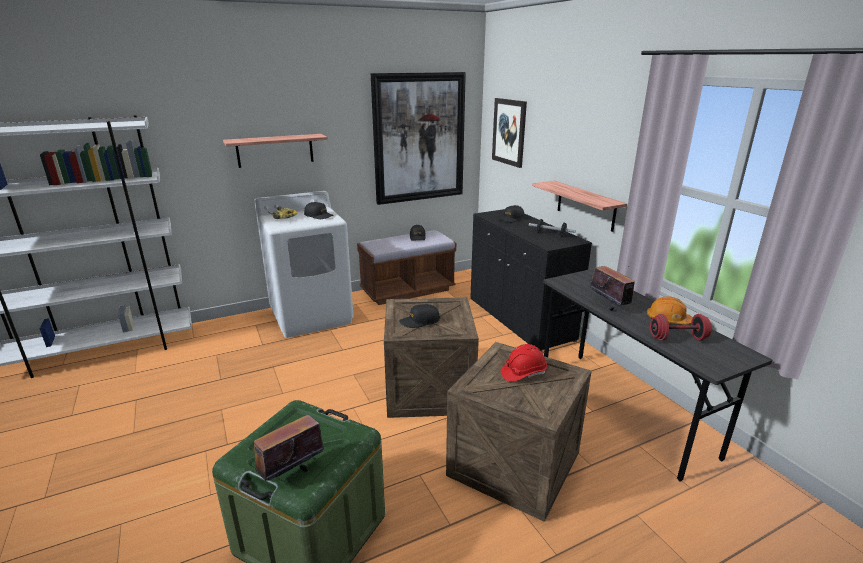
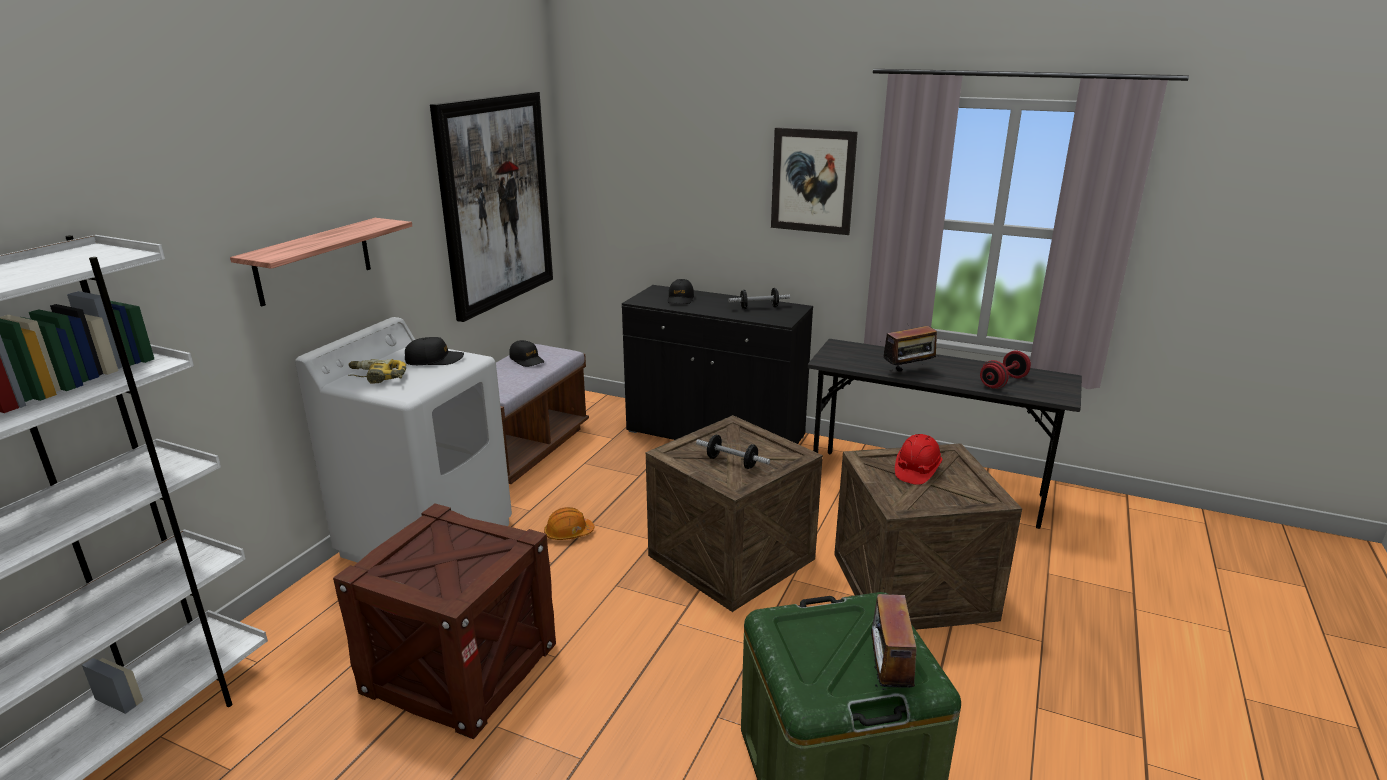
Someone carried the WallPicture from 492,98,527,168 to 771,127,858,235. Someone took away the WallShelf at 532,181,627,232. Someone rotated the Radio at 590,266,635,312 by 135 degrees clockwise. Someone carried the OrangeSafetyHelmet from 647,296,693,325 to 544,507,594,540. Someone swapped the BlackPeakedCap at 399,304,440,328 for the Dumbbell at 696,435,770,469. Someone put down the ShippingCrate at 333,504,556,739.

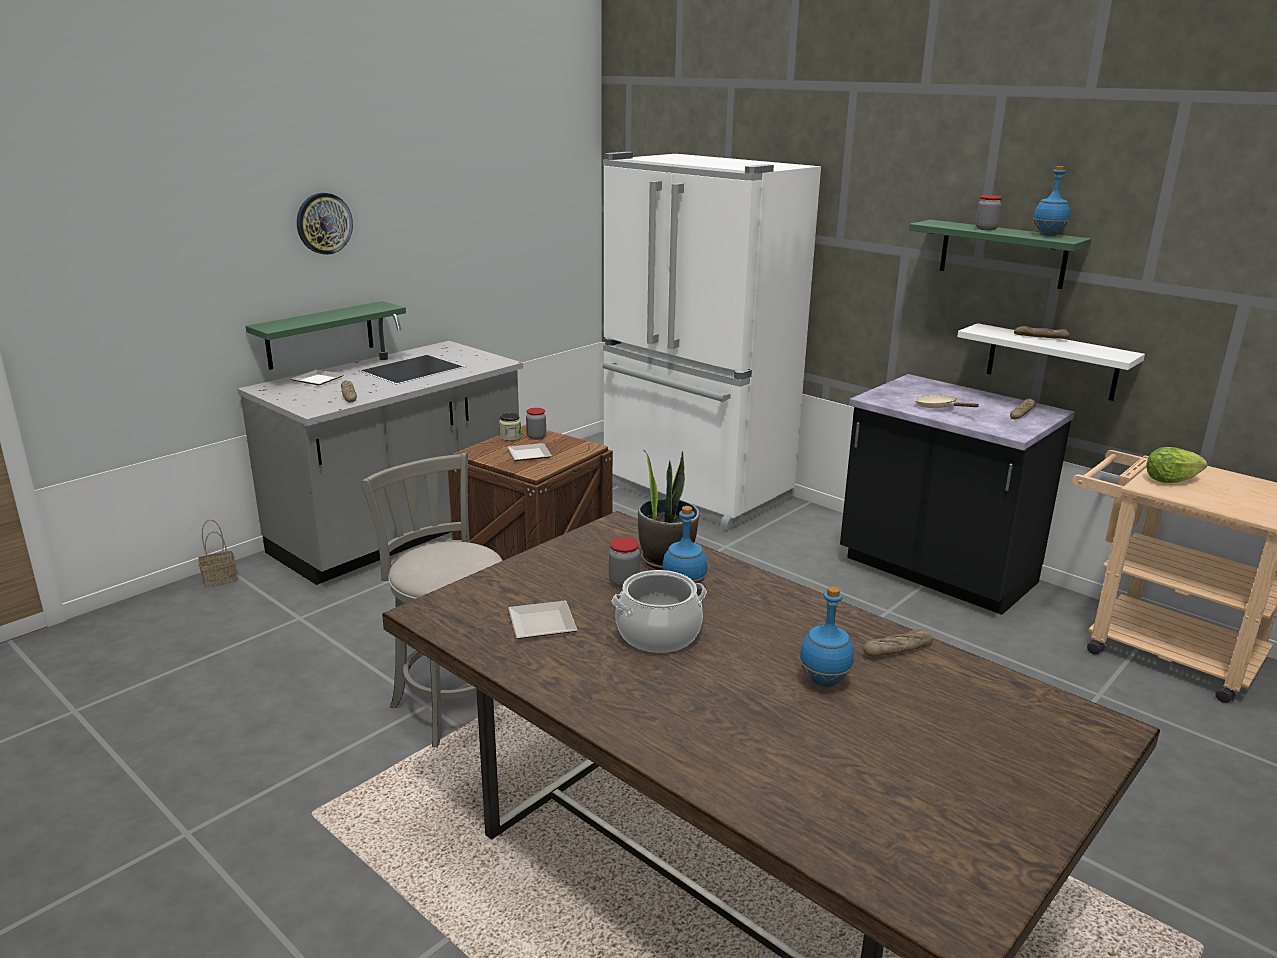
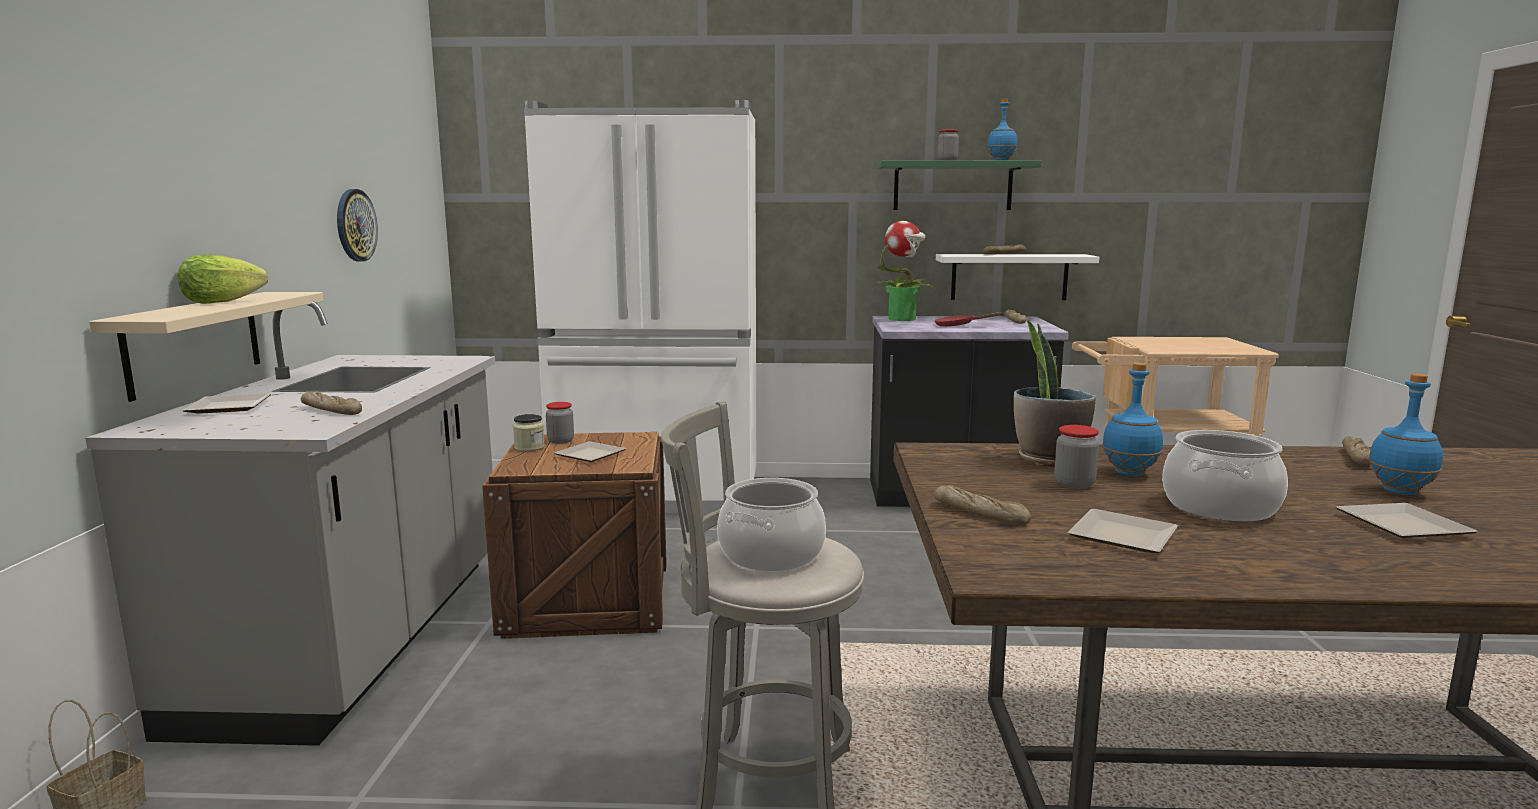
Someone carried the WallClock from 297,193,353,255 to 337,189,378,262. Someone repainted the GreenishWallShelf at 246,301,406,370, which became the BeigeWallShelf at 89,292,324,402. Someone repainted the BeigeSkillet at 915,395,979,408, which became the RedColouredSkillet at 935,312,1004,327. Someone carried the LettuceHead from 1146,447,1207,483 to 178,255,268,304. Someone put down the PlantInAPot at 874,221,935,321. Someone put down the Stockpot at 717,478,826,571. Someone put down the BakedBread at 933,485,1031,525. Someone put down the FlatDish at 1336,503,1478,538.

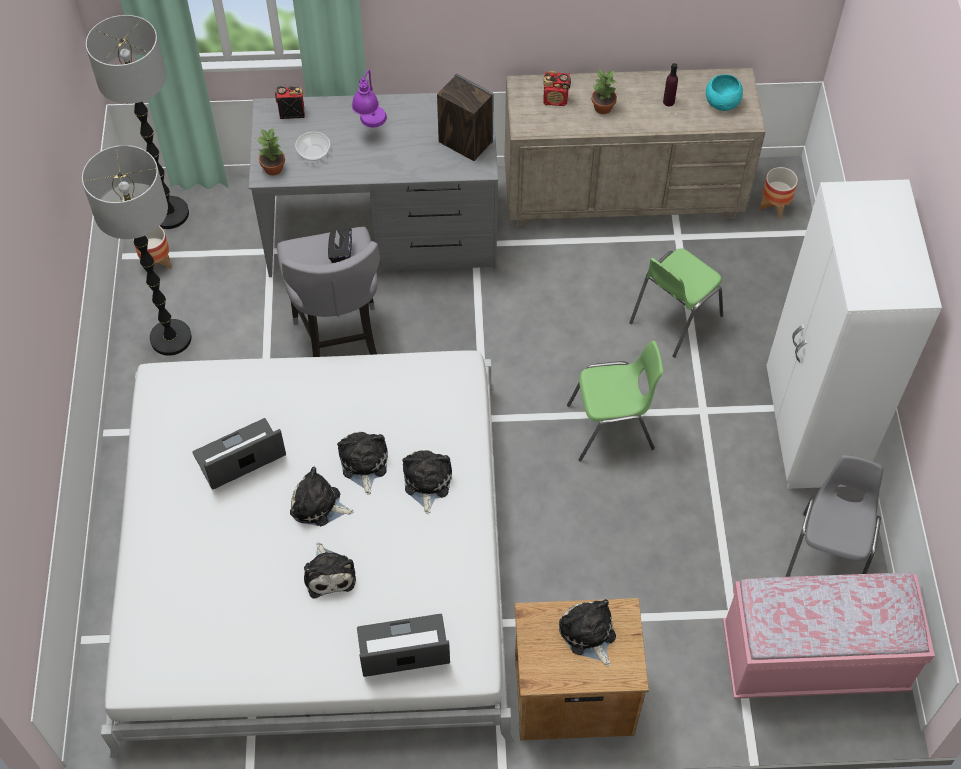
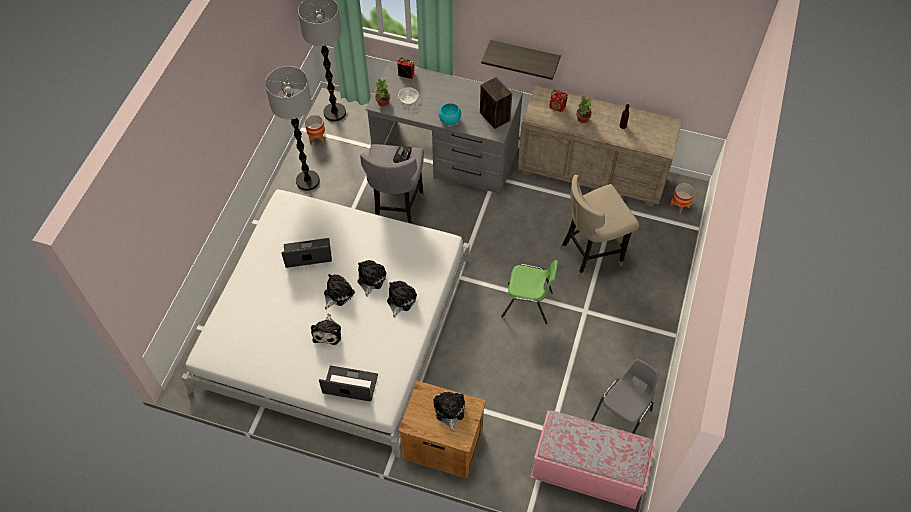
Someone took away the PurpleColouredLampForATable at 352,70,387,128. Someone carried the BlueGreenBowl from 706,74,743,111 to 439,103,461,125. Someone took away the WhiteColouredArmoire at 766,179,942,489. Someone swapped the GreenishPlainChair at 629,248,723,357 for the BeigeStool at 560,175,639,278. Someone rotated the CuddlyToy at 290,467,354,526 by 90 degrees clockwise. Someone put up the WallShelf at 481,40,561,80.

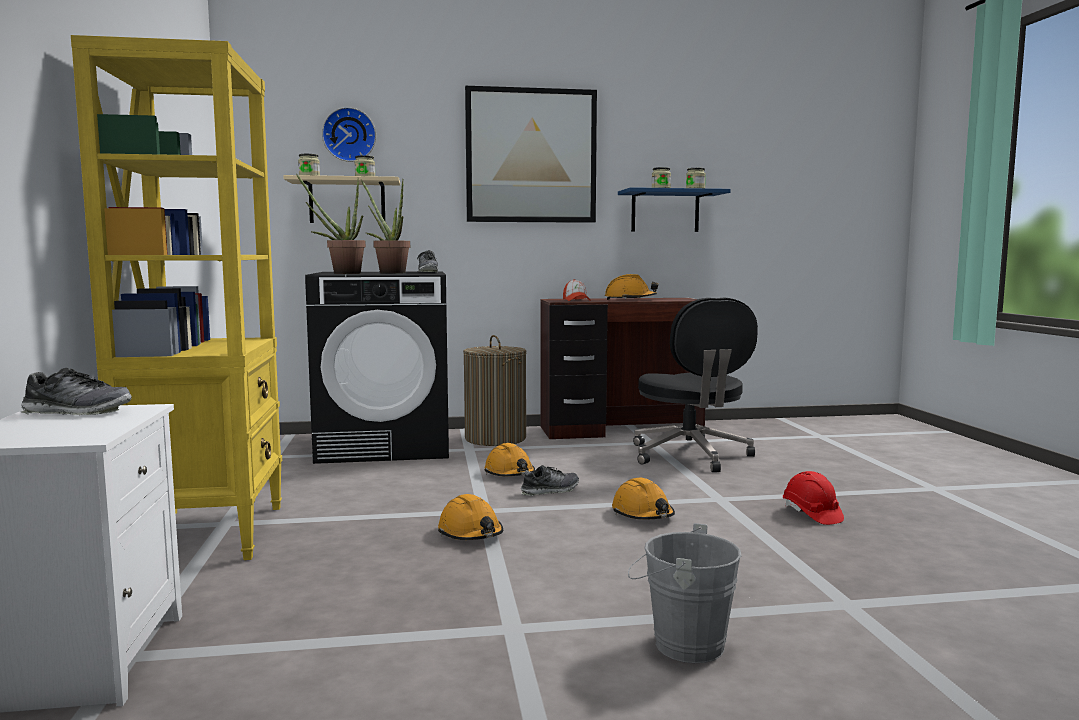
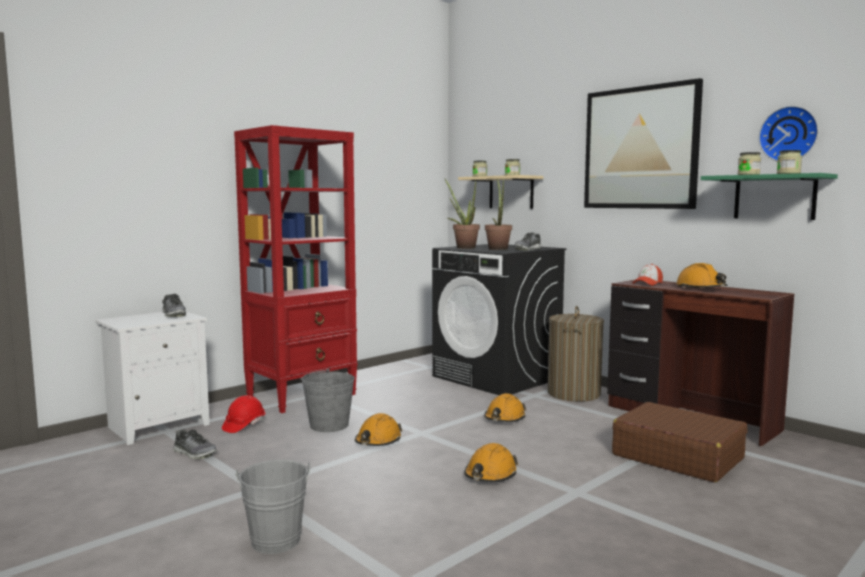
Someone repainted the YellowishBookcase at 71,35,282,560, which became the RedColouredBookcase at 234,125,358,413. Someone carried the WallClock from 322,107,376,162 to 759,106,819,162. Someone repainted the BlueColouredWallShelf at 618,187,731,232, which became the GreenishWallShelf at 701,173,838,220. Someone swapped the BlackDeskChair at 633,297,758,472 for the BrownSuitcase at 612,402,747,482. Someone carried the Shoe from 521,465,579,496 to 173,429,217,459. Someone carried the RedColouredSafetyHelmet from 783,471,844,525 to 222,395,265,433. Someone put down the GrayPail at 300,369,355,432.

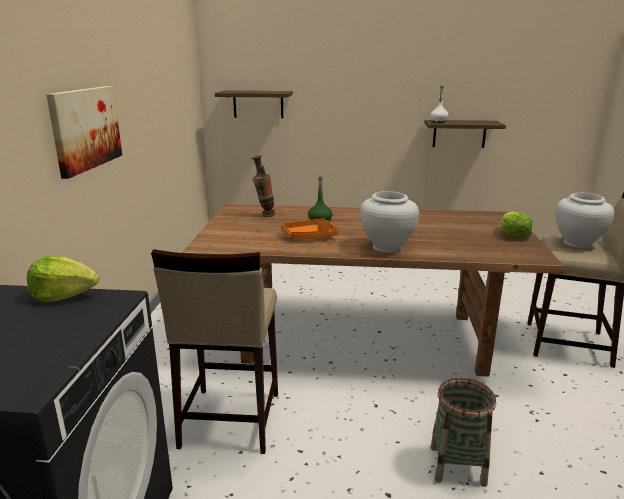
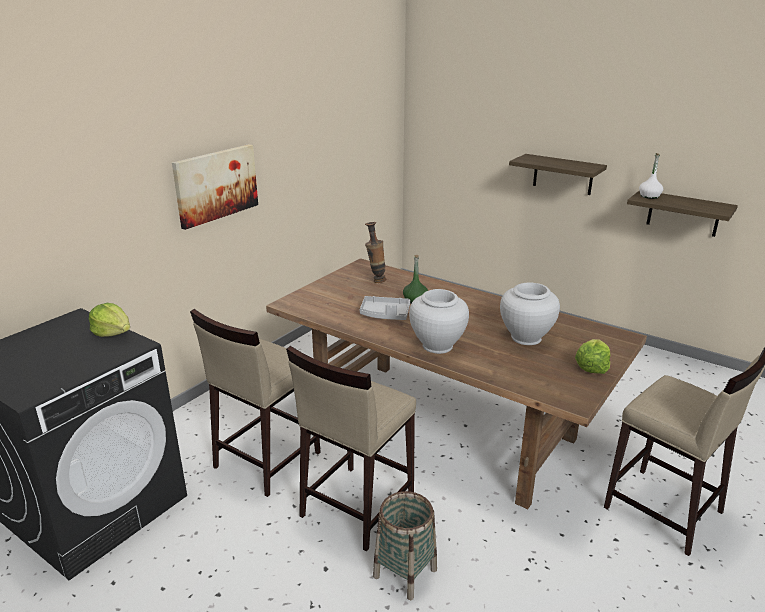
Someone carried the WallShelf from 215,91,293,118 to 509,154,607,195. Someone carried the WhiteColouredDecorativeVase from 555,193,614,248 to 500,282,560,345. Someone repainted the OrangeTray at 281,218,338,239, which became the GrayTray at 360,296,410,320. Someone put down the BeigeStool at 286,346,416,551.

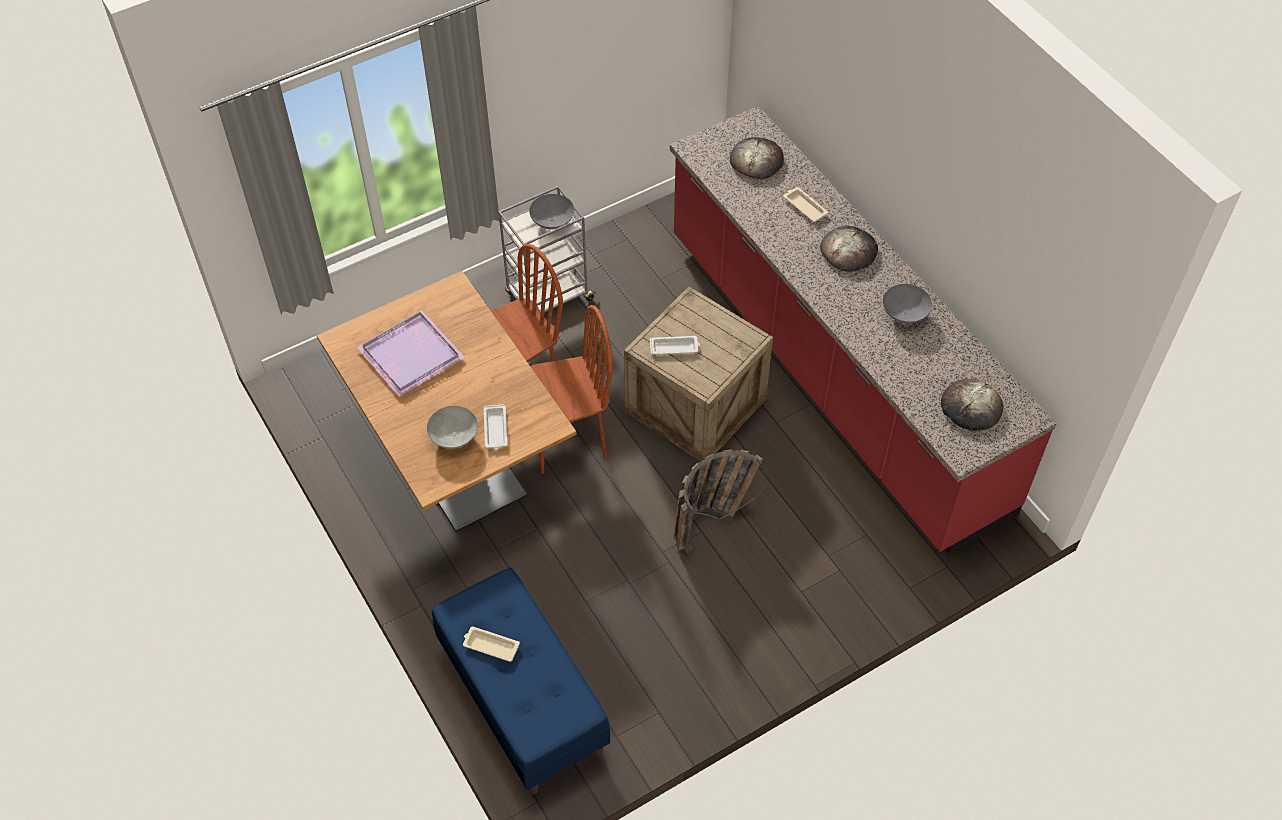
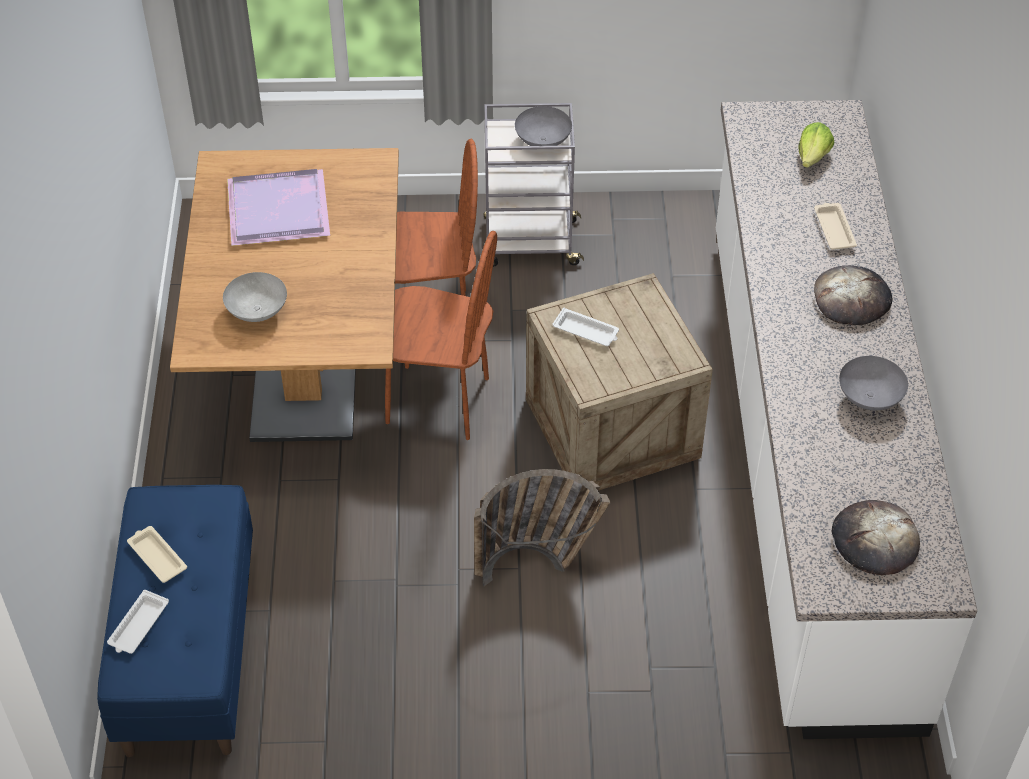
Someone repainted the RedColouredKitchenBaseUnit at 670,106,1057,554, which became the WhiteColouredKitchenBaseUnit at 716,100,977,739. Someone swapped the BakedBread at 730,137,784,179 for the LettuceHead at 798,122,835,168. Someone carried the WhiteColouredTray from 484,404,507,450 to 107,590,169,654.

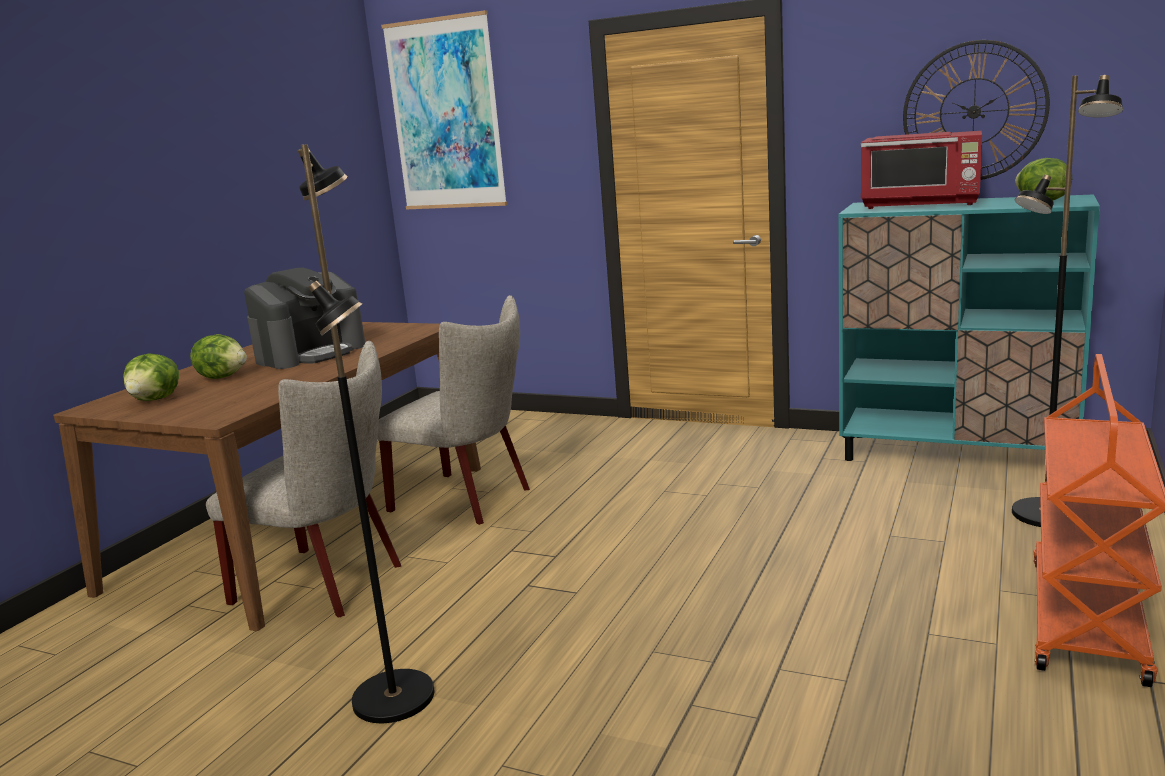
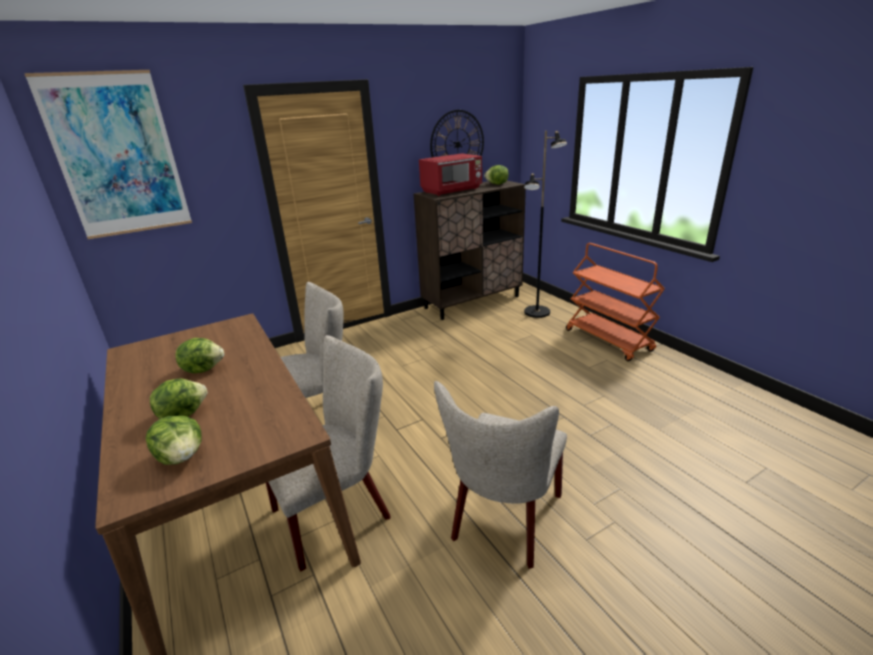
Someone swapped the BlackStandingLamp at 298,144,435,723 for the BeigePlainChair at 434,381,567,569. Someone repainted the BlueGreenCupboard at 838,195,1100,461, which became the BrownCupboard at 413,181,526,320. Someone swapped the CoffeeMaker at 244,268,365,369 for the LettuceHead at 176,338,224,373.

